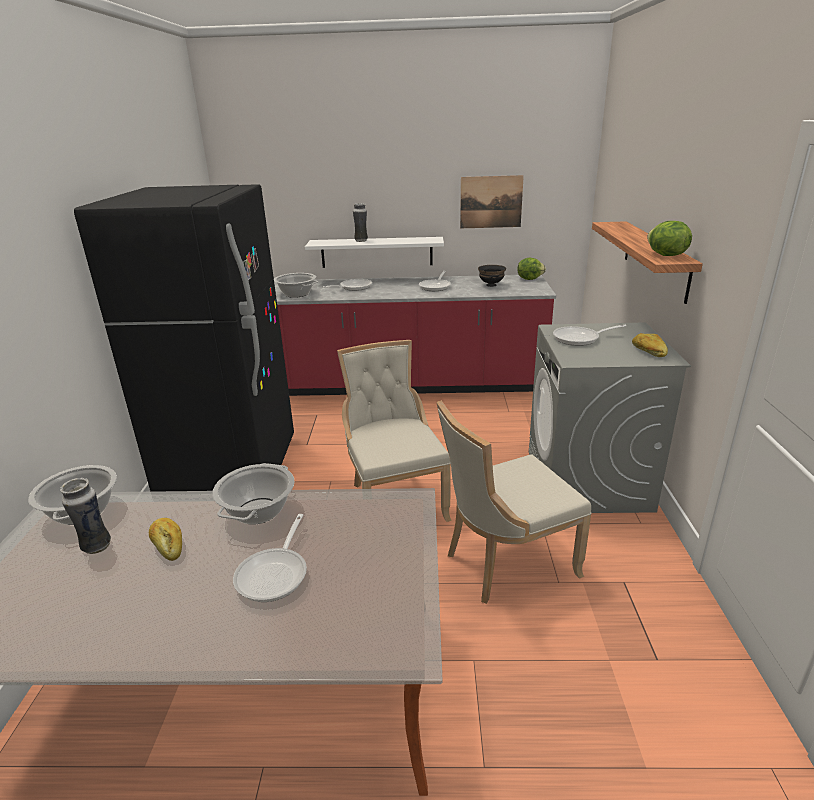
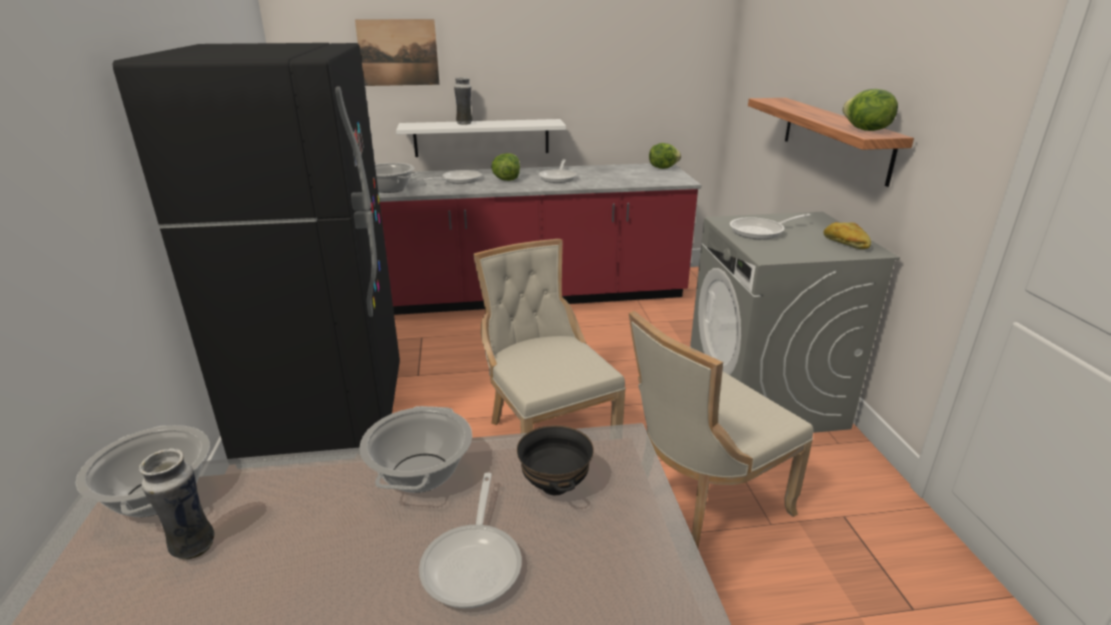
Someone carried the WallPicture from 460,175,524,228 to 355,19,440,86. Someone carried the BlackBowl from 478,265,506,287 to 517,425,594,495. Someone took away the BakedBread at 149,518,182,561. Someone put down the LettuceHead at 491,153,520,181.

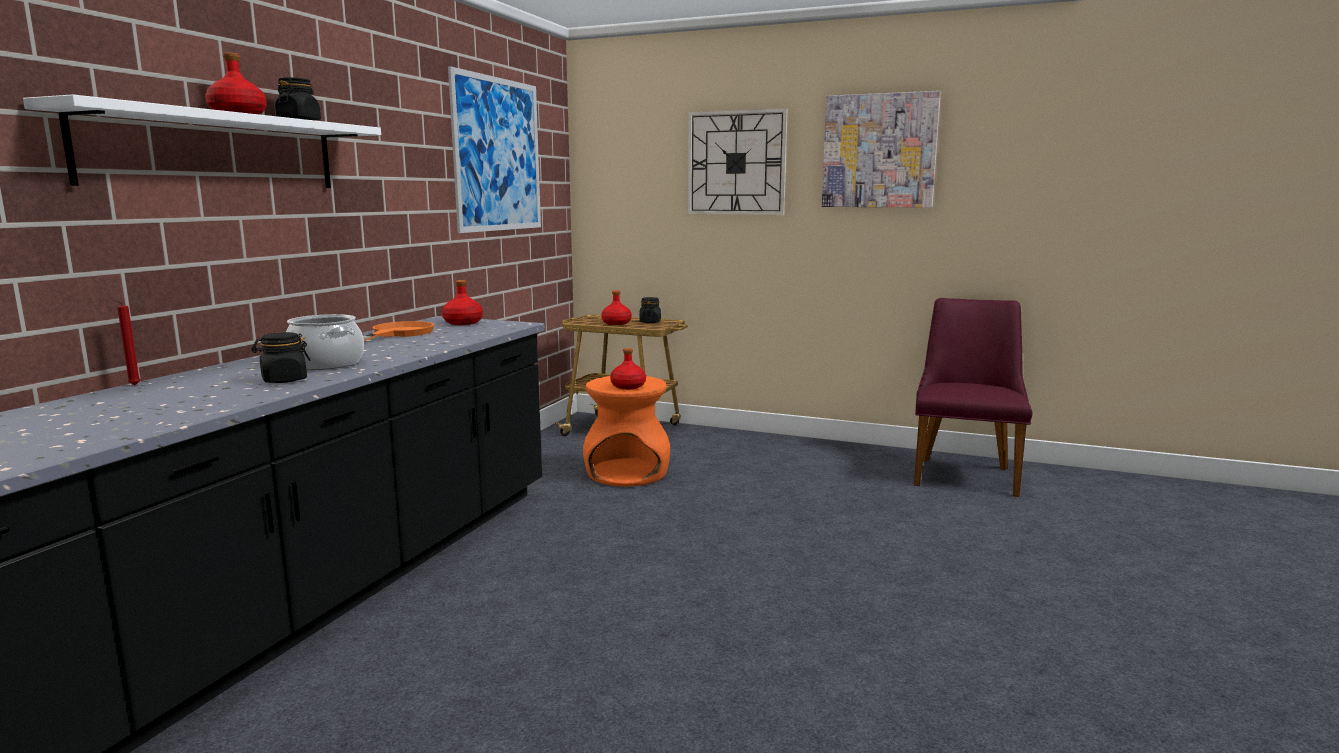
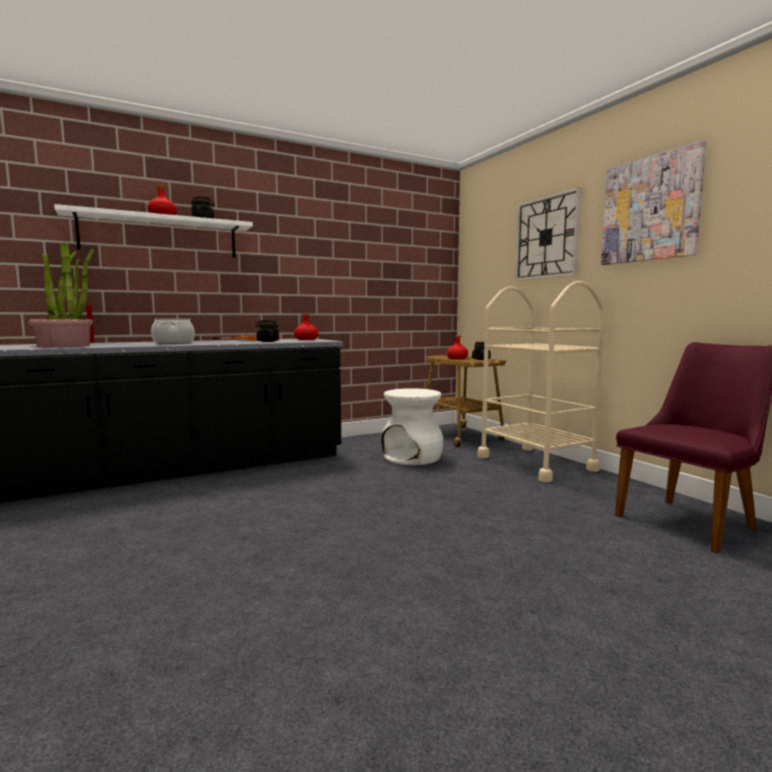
Someone took away the WallPicture at 448,66,541,233. Someone carried the BlackJar from 251,332,310,383 to 255,320,279,342. Someone took away the RedColouredBottle at 610,348,646,389. Someone repainted the OrangeStool at 583,376,670,487, which became the WhiteColouredStool at 381,388,443,465. Someone put down the PlantInAPot at 29,243,94,347. Someone put down the BeigeCart at 478,281,605,482.

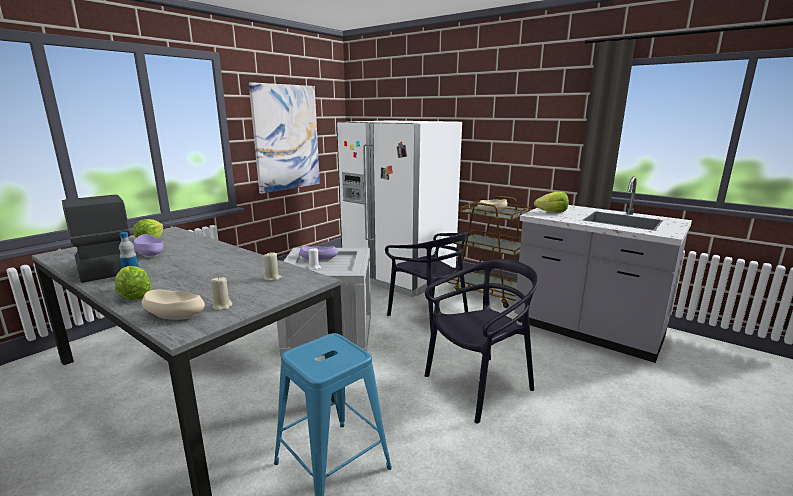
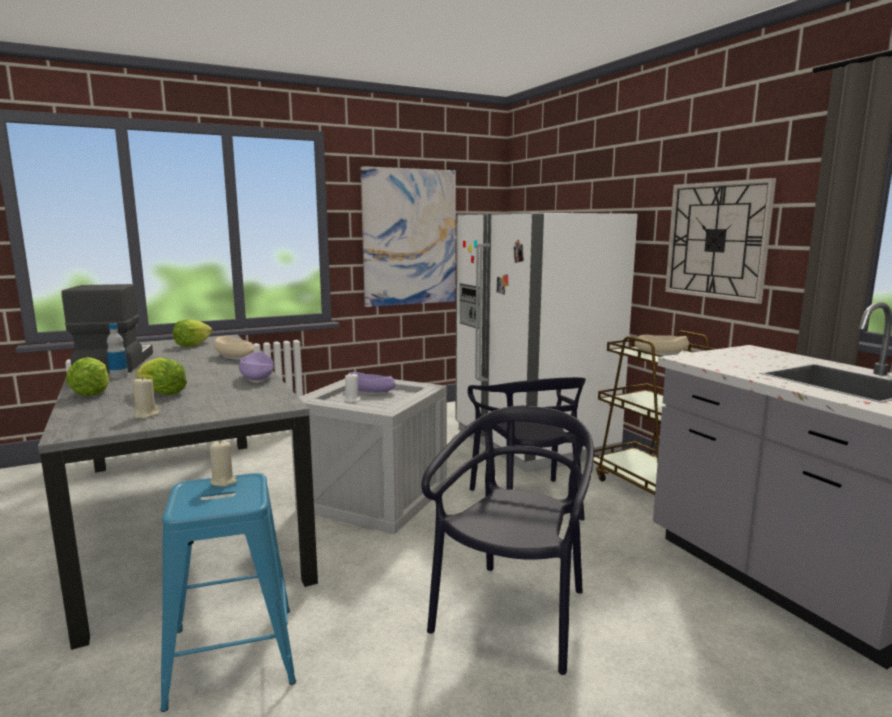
Someone carried the LettuceHead from 534,192,569,213 to 135,357,187,395. Someone carried the PurpleColouredBowl from 133,234,163,258 to 239,352,273,383. Someone carried the BeigeWaxCandle from 263,252,282,281 to 210,441,237,487. Someone rotated the BlackPlainChair at 425,259,538,423 by 60 degrees counterclockwise. Someone carried the BeigeBowl from 141,289,205,320 to 213,336,254,360. Someone put up the WallClock at 665,178,776,304.

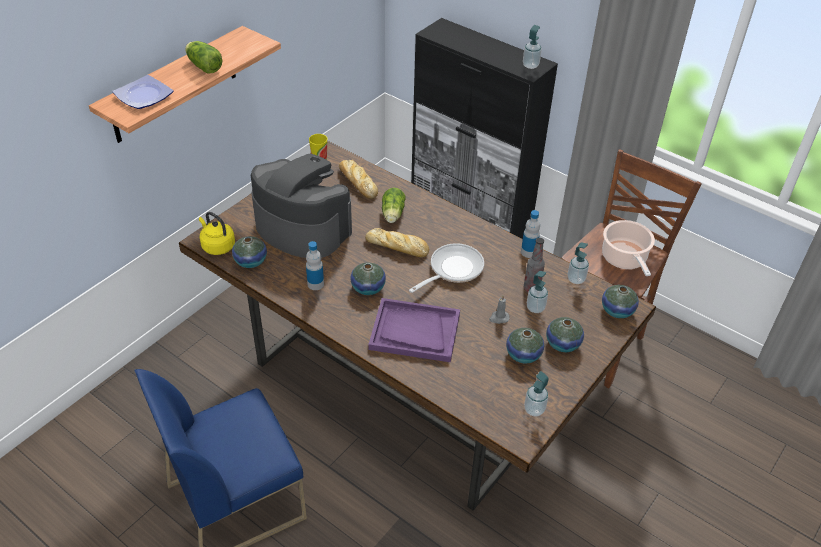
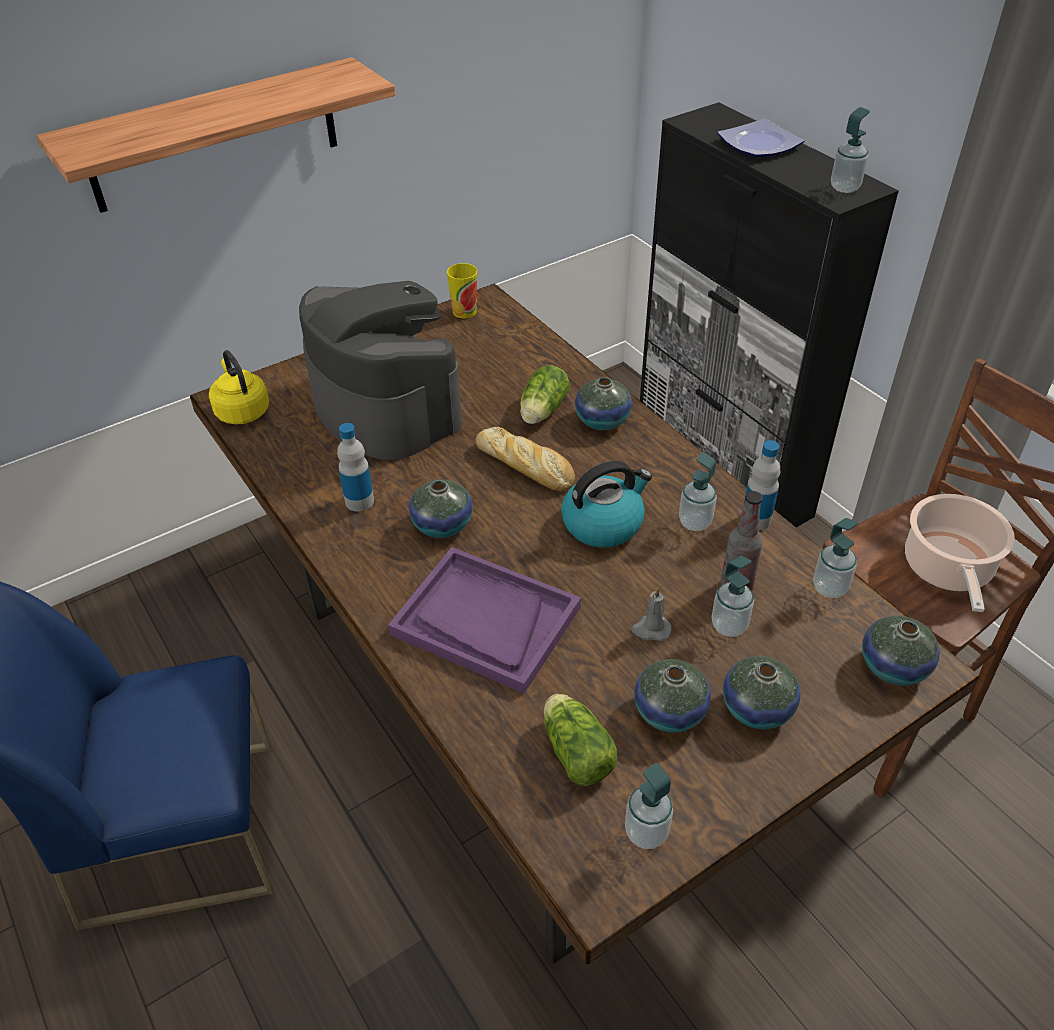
Someone carried the LettuceHead from 185,41,222,73 to 544,694,617,786. Someone carried the FlatDish from 112,75,174,109 to 718,118,805,157. Someone took away the BakedBread at 339,160,378,199. Someone carried the DecorativeVase from 232,236,267,268 to 575,377,632,430. Someone swapped the Skillet at 409,243,484,293 for the WaterKettle at 561,461,652,548. Someone put down the LiquidSoapBottle at 679,452,717,531.

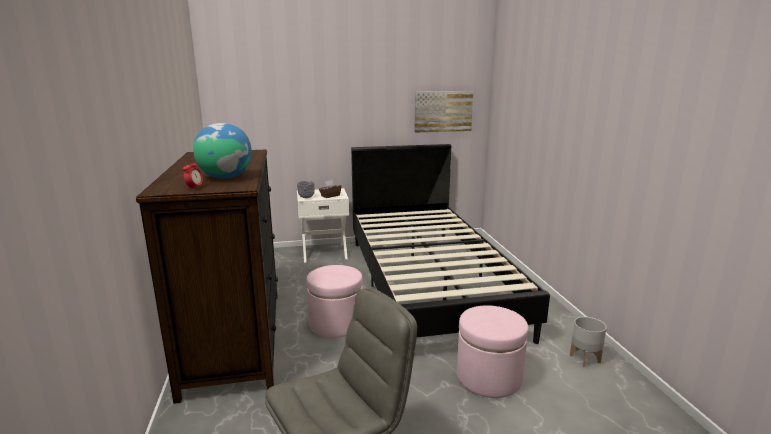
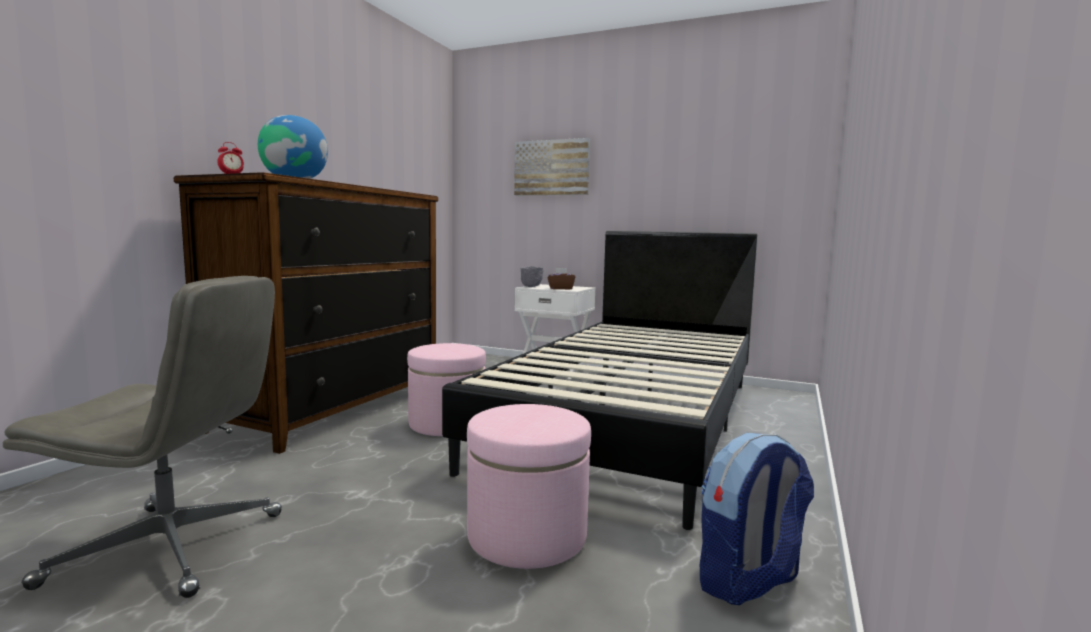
Someone carried the WallPicture from 414,91,474,133 to 514,138,590,195. Someone swapped the GrayFlowerPot at 570,317,606,367 for the Knapsack at 700,433,814,605.

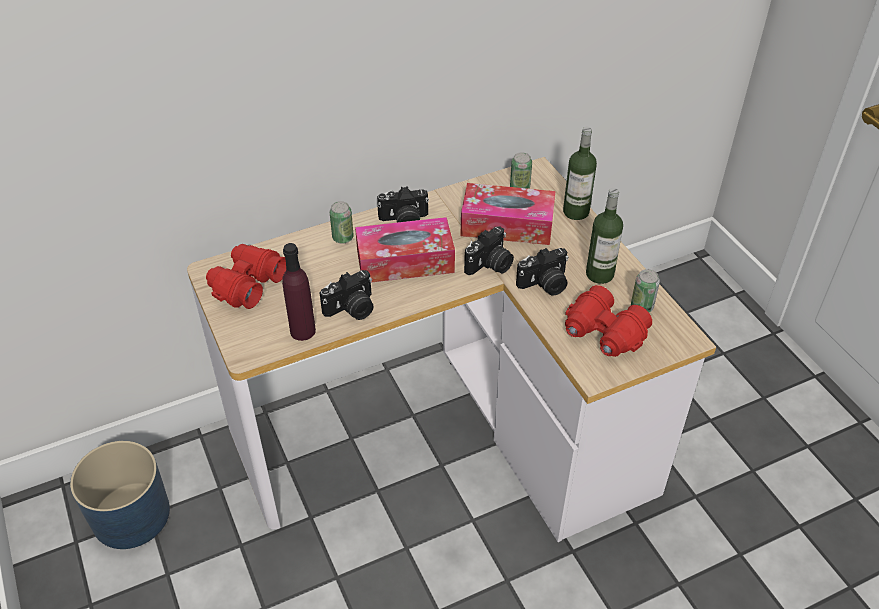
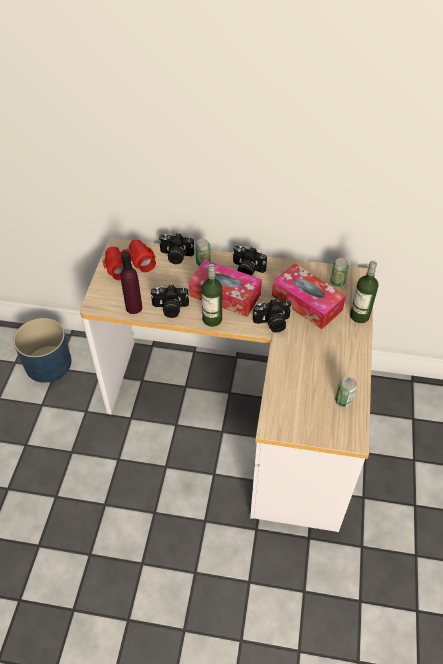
Someone carried the Bottle from 586,188,623,284 to 202,264,222,327. Someone carried the PhotoCamera from 516,248,568,296 to 159,233,194,264. Someone took away the RedColouredPairOfBinoculars at 565,285,652,357.

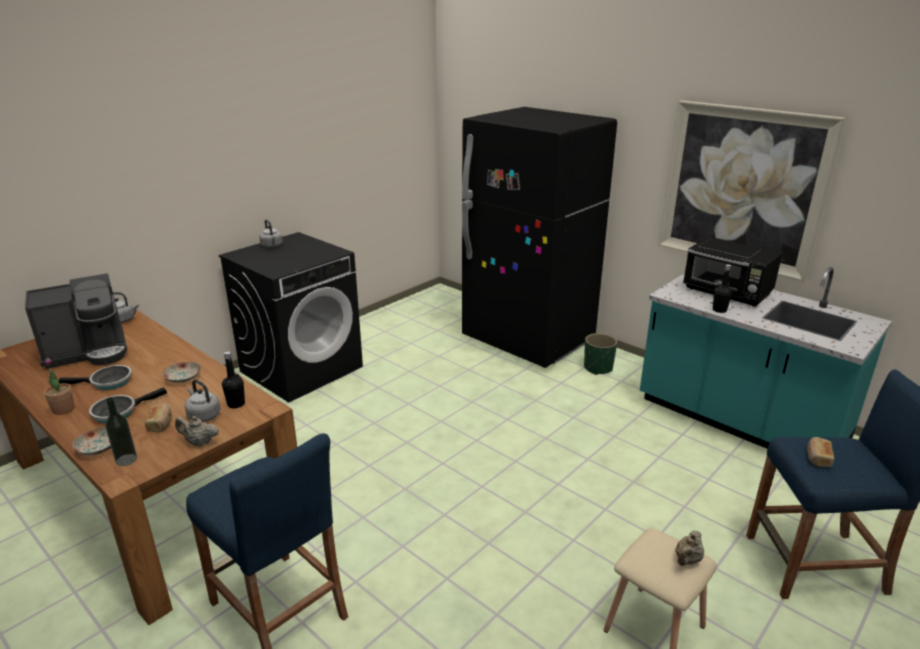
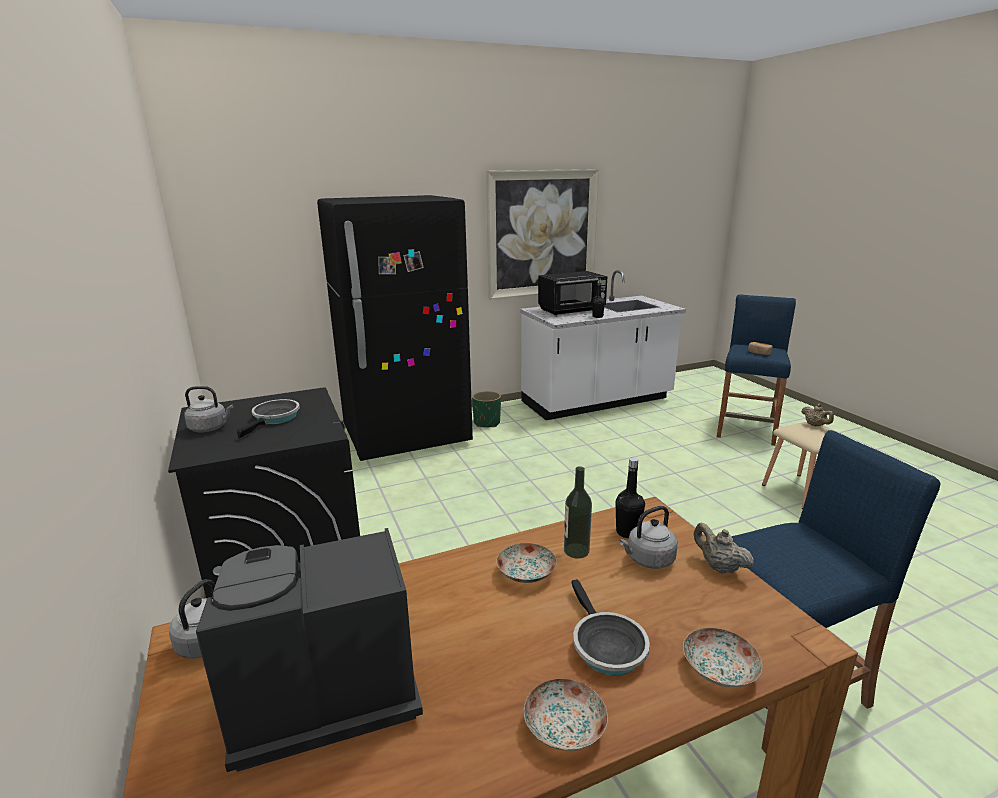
Someone repainted the BlueGreenKitchenBaseUnit at 640,267,892,449, which became the WhiteColouredKitchenBaseUnit at 520,270,686,420. Someone rotated the CoffeeMaker at 25,273,127,369 by 105 degrees counterclockwise. Someone swapped the PlantInAPot at 44,358,75,415 for the FlatDish at 524,679,608,751. Someone carried the Skillet from 59,365,132,390 to 237,399,300,438. Someone carried the Bottle from 105,397,137,466 to 564,466,592,559. Someone took away the BakedBread at 145,403,172,433. Someone rotated the BeigeTeaPot at 175,416,219,446 by 105 degrees clockwise.

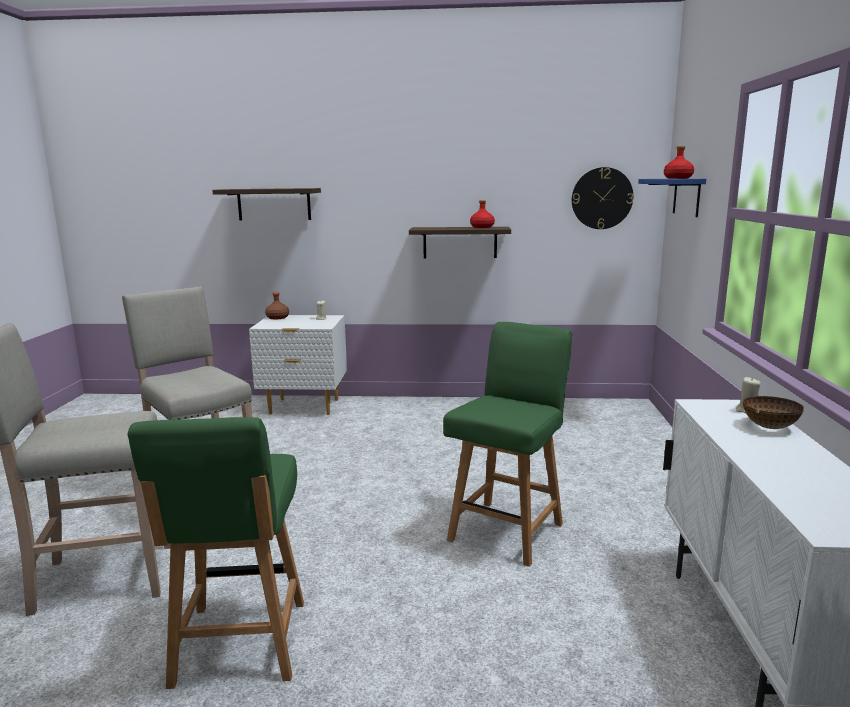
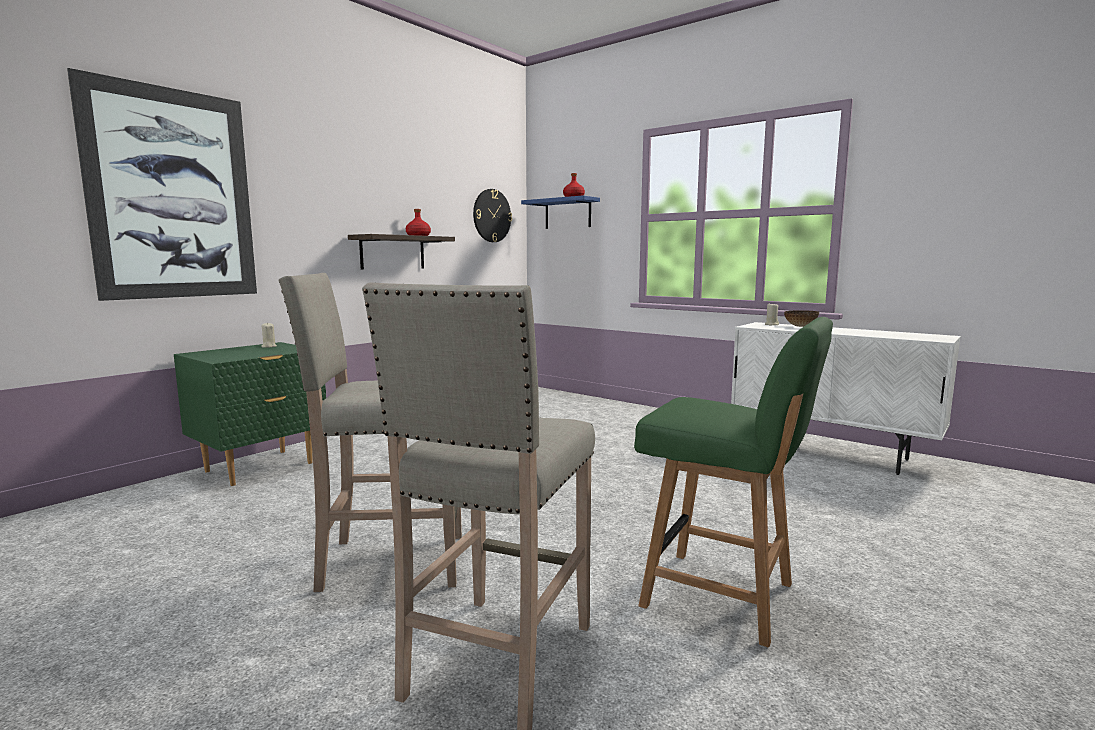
Someone swapped the WallShelf at 212,188,321,221 for the WallPicture at 67,68,257,301. Someone took away the BrownBottle at 265,292,289,320. Someone repainted the WhiteColouredNightstand at 249,315,347,415, which became the GreenishNightstand at 174,342,326,486. Someone took away the GreenishPlainChair at 443,322,572,567.

